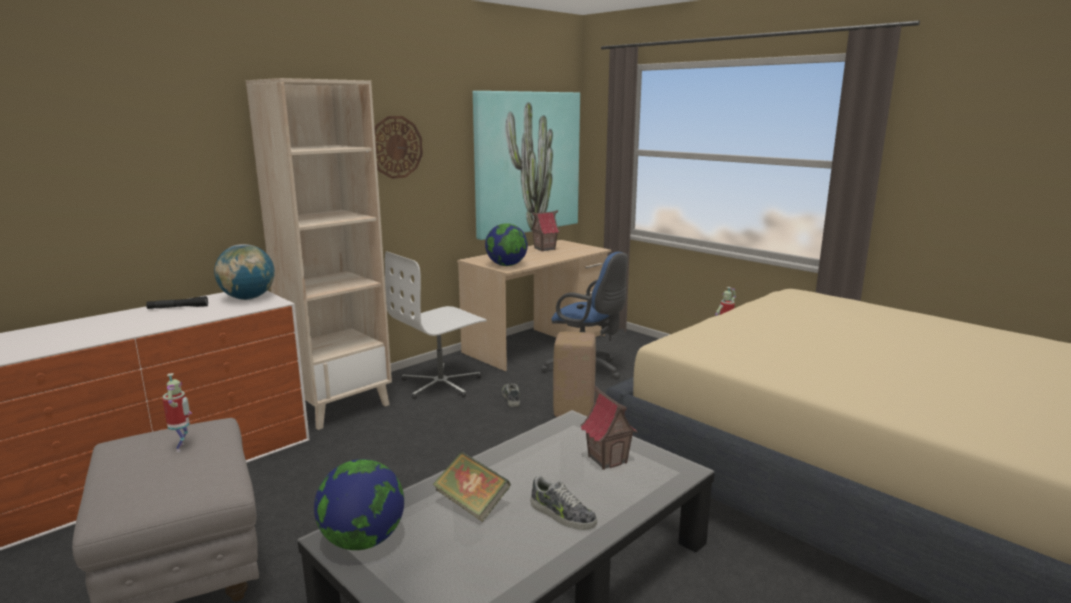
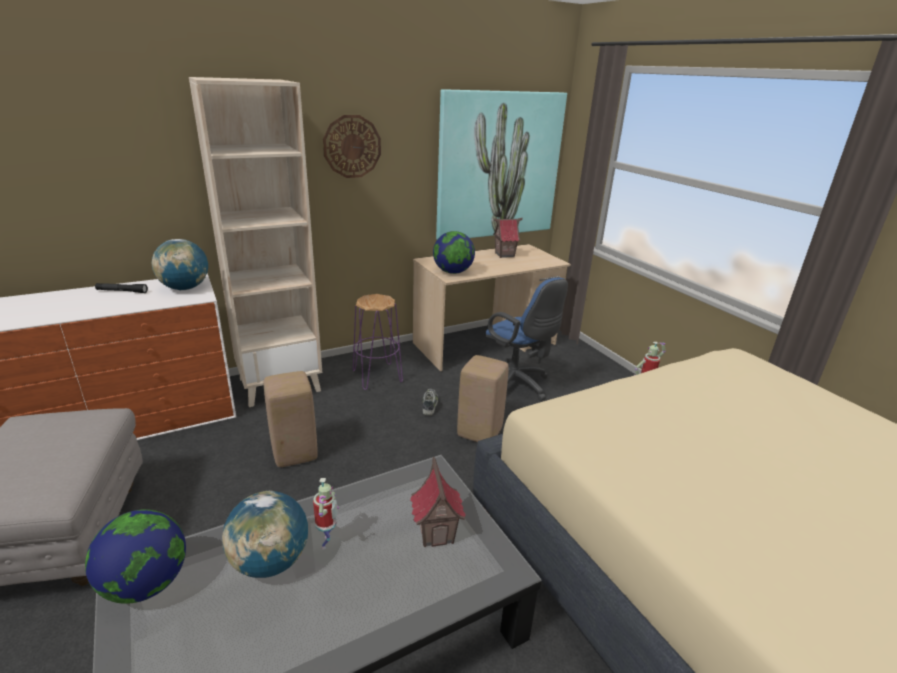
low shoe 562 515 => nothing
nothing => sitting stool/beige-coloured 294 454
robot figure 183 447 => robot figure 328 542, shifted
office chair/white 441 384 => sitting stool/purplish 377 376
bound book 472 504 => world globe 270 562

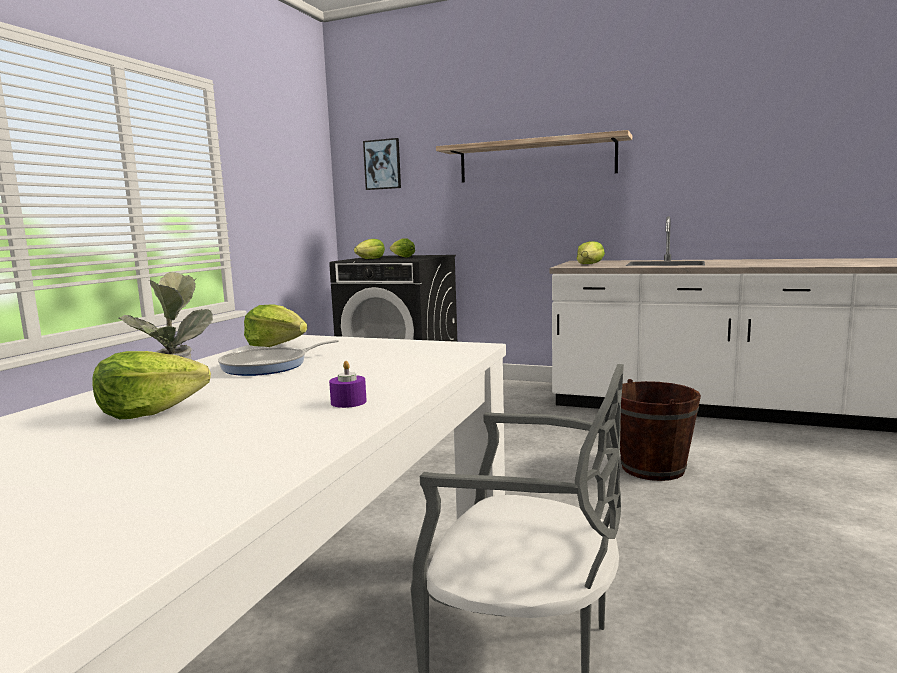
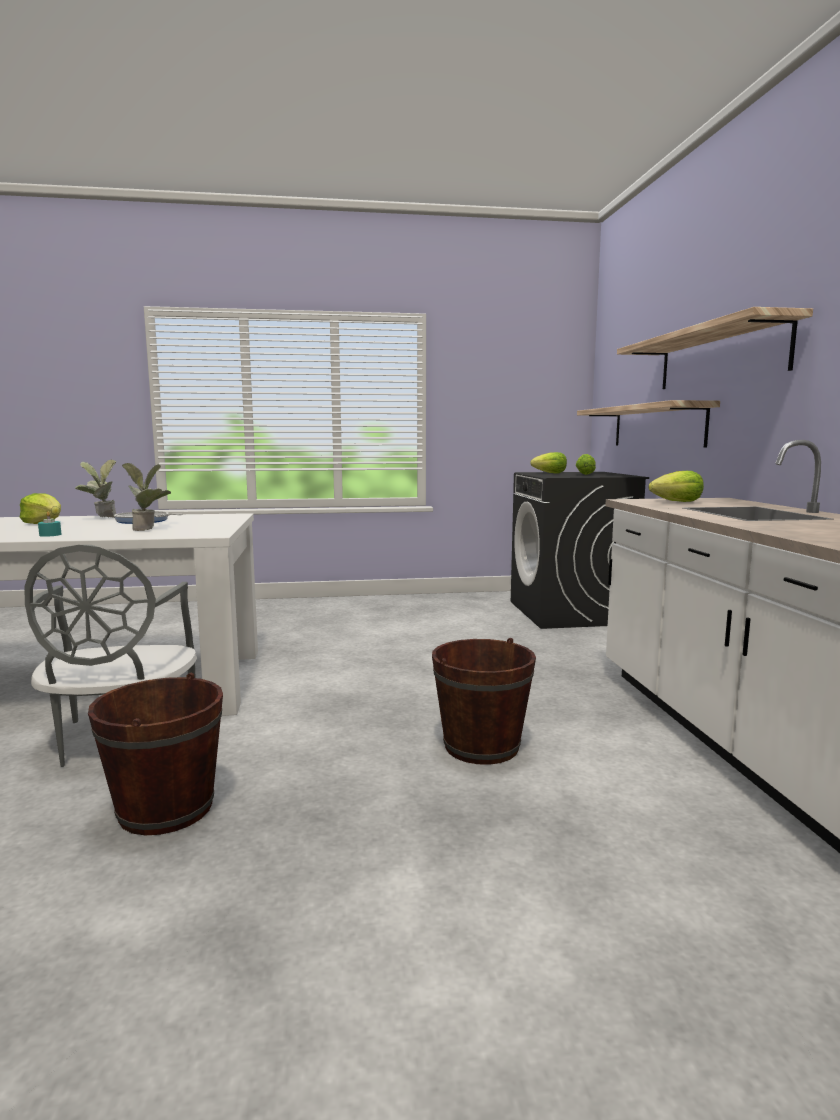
head of lettuce 276 345 => nothing
wall picture 382 164 => nothing
nothing => water bucket/brown-coloured 166 809
nothing => plant in a pot 148 529
nothing => wall shelf 657 426
wax candle/purplish 348 402 => wax candle/blue-green 50 535

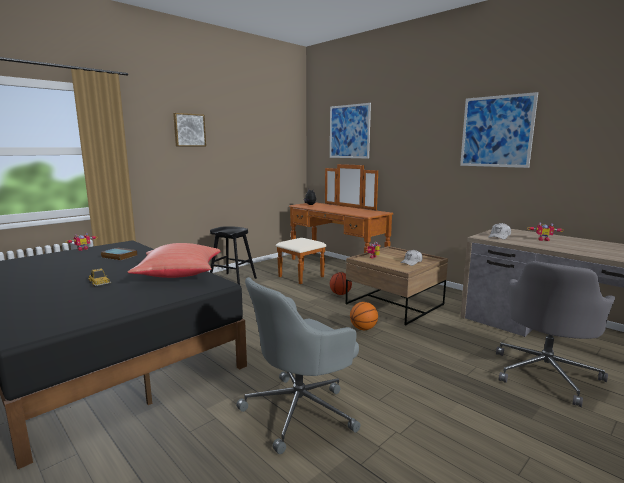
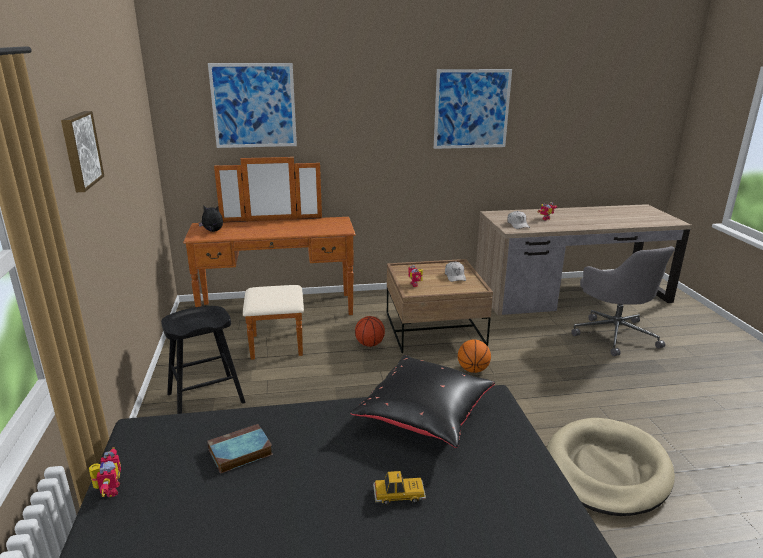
office chair/gray 301 410 => dog bed/beige-coloured 606 470
pillow/red 178 275 => pillow/blackish 425 417

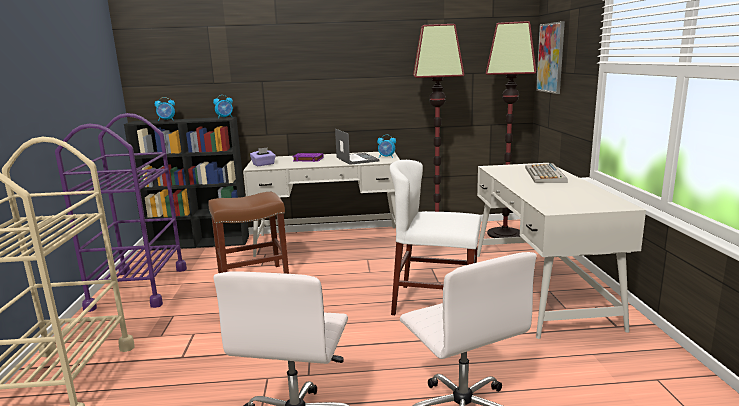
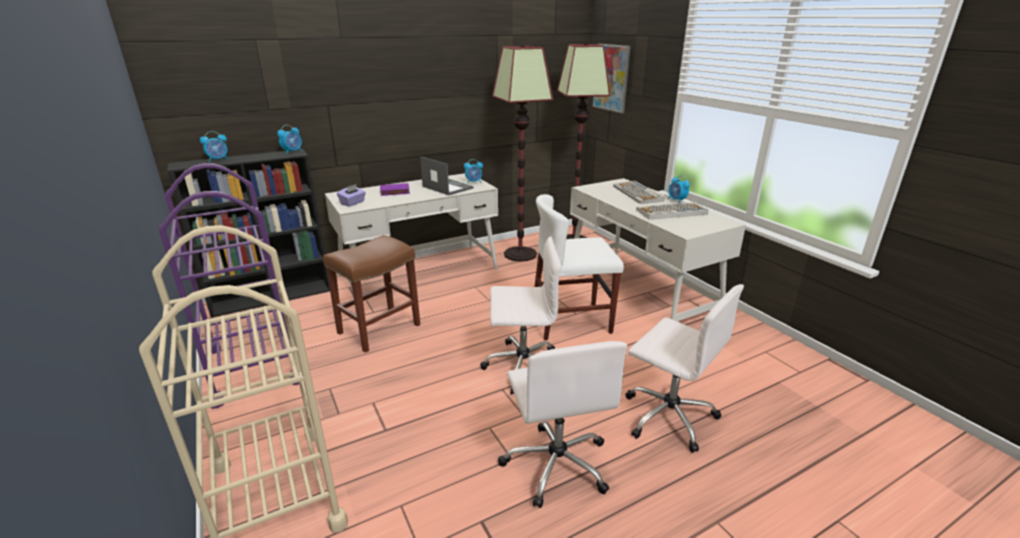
nothing => office chair/white 521 366
nothing => keyboard 671 212
nothing => bedside clock 676 200

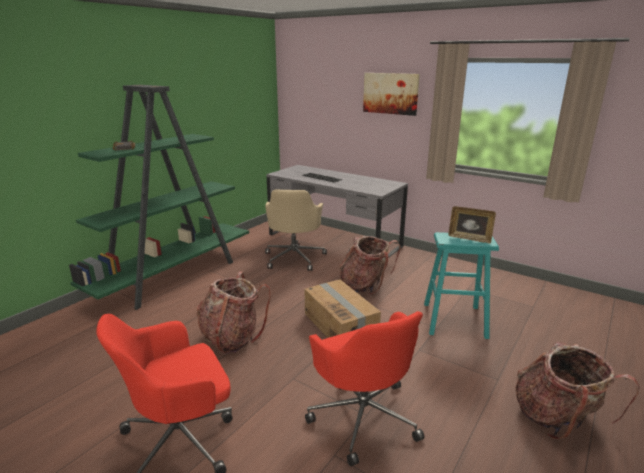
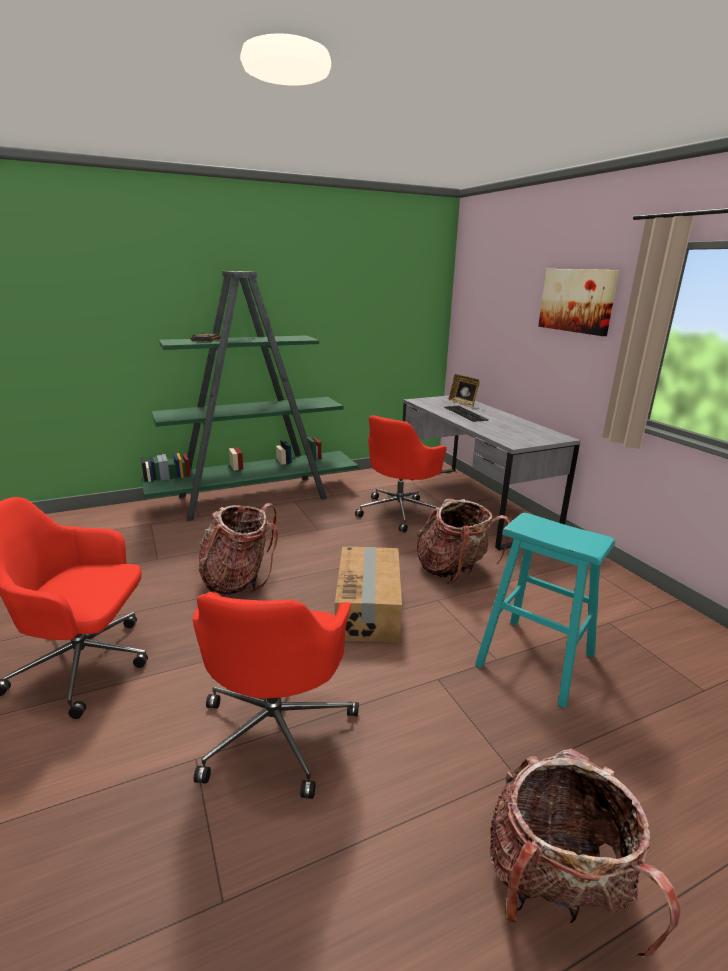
photo frame 469 238 => photo frame 463 404, shifted
office chair/beige-coloured 294 258 => office chair/red 400 512

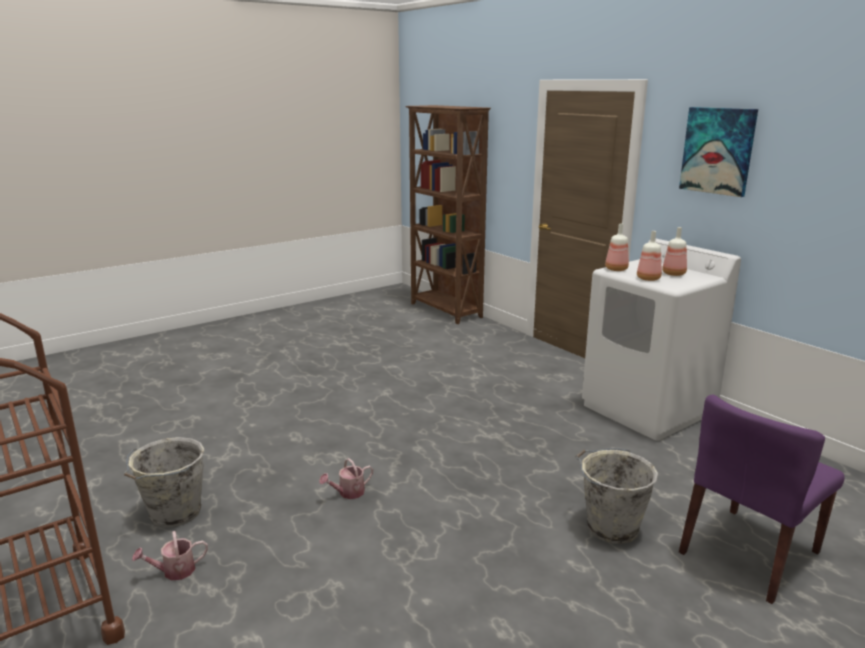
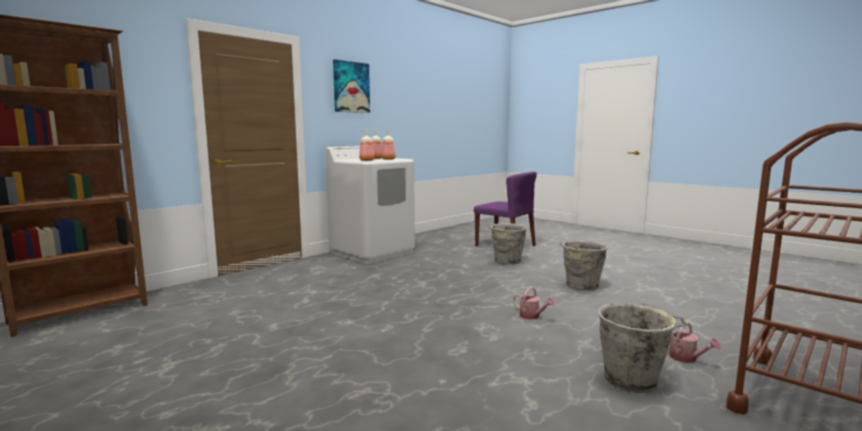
nothing => water bucket/gray 581 286

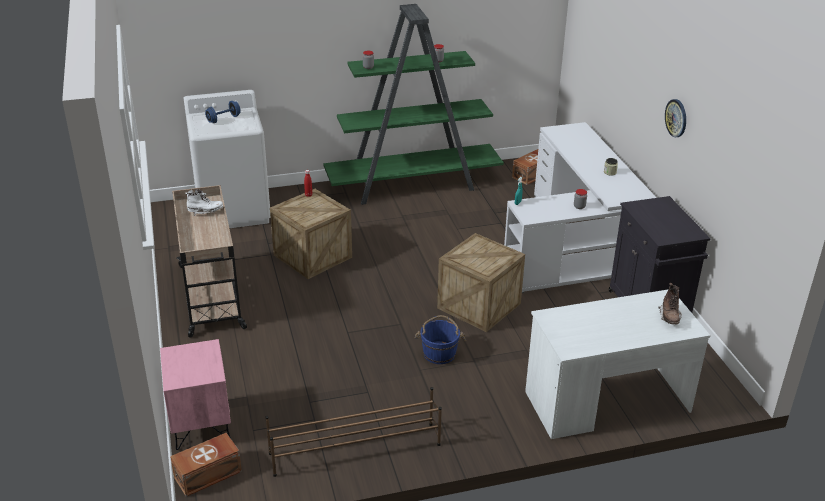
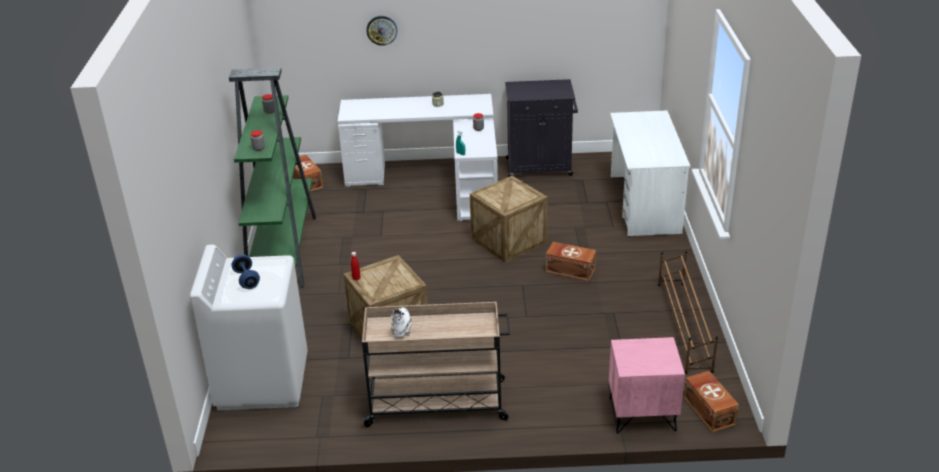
high-top boot/brown-coloured 669 317 => nothing
hanging clock 676 118 => hanging clock 382 30, shifted
water bucket/blue 439 353 => storage container/brown-coloured 570 269

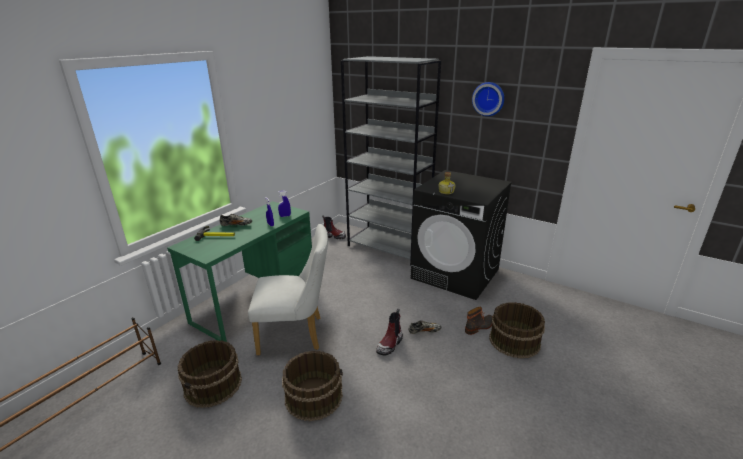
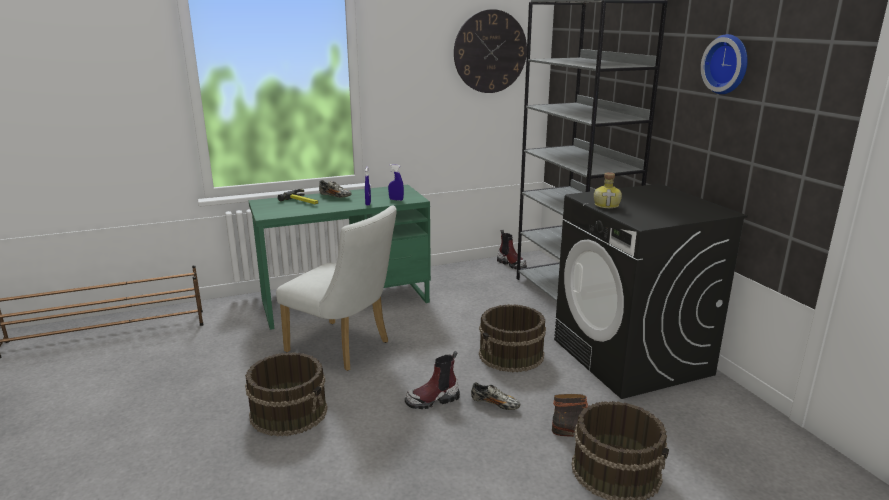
nothing => hanging clock 490 52
water bucket/brown-coloured 213 385 => water bucket/brown-coloured 511 355, shifted

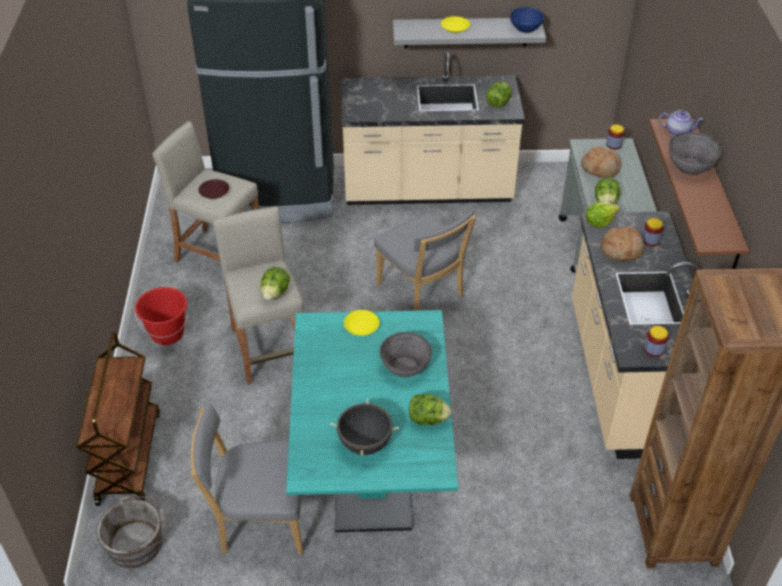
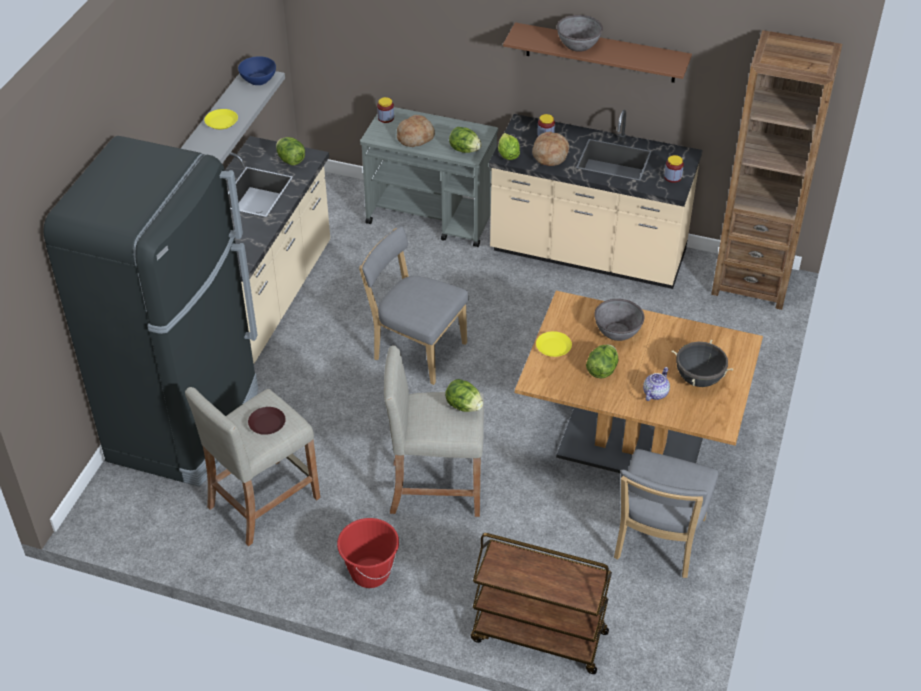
water bucket/gray 138 543 => nothing
head of lettuce 427 419 => head of lettuce 602 370, shifted
tea pot 677 131 => tea pot 655 393, shifted
dinner table/blue-green 372 472 => dinner table/brown-coloured 630 447
plain chair/gray 422 292 => plain chair/gray 416 350, 135 degrees counterclockwise

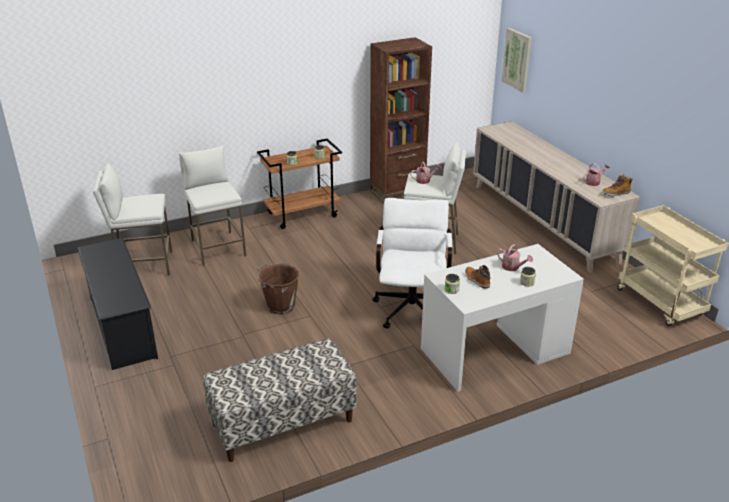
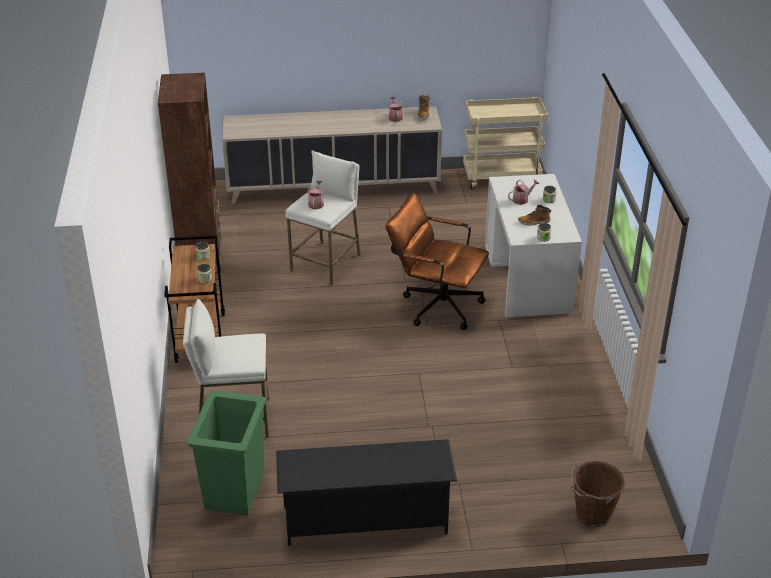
bench 282 423 => nothing
wall picture 517 59 => nothing
water bucket/brown-coloured 280 305 => water bucket/brown-coloured 592 514, shifted
sitting stool/white 143 265 => rubbish bin/greenish 234 491
office chair/white 412 305 => office chair/brown-coloured 435 305

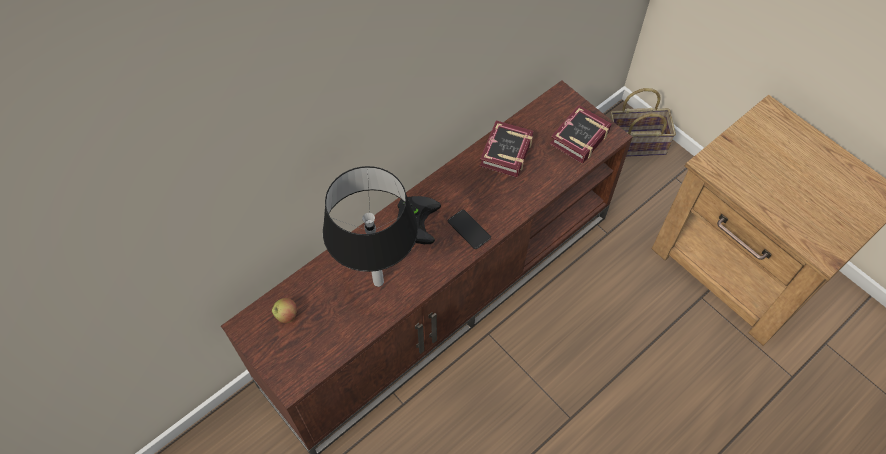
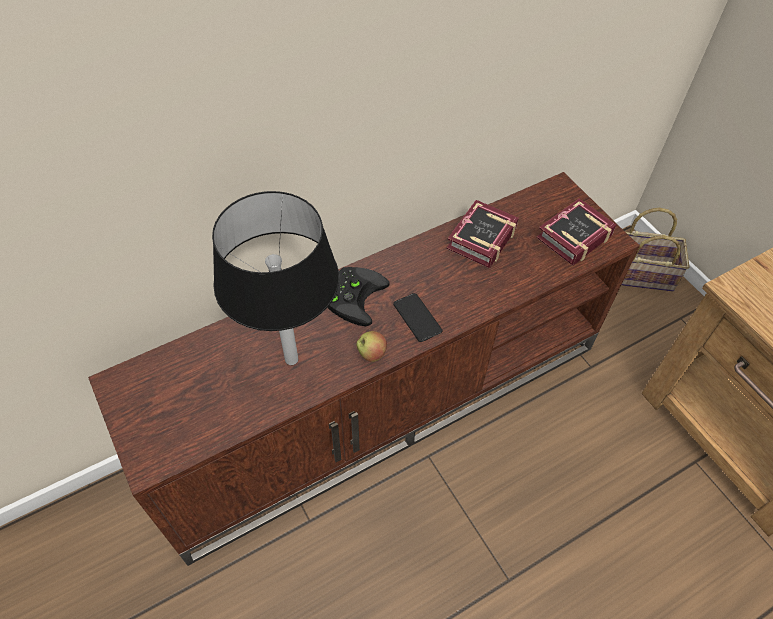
apple fruit 287 315 => apple fruit 371 354, shifted

